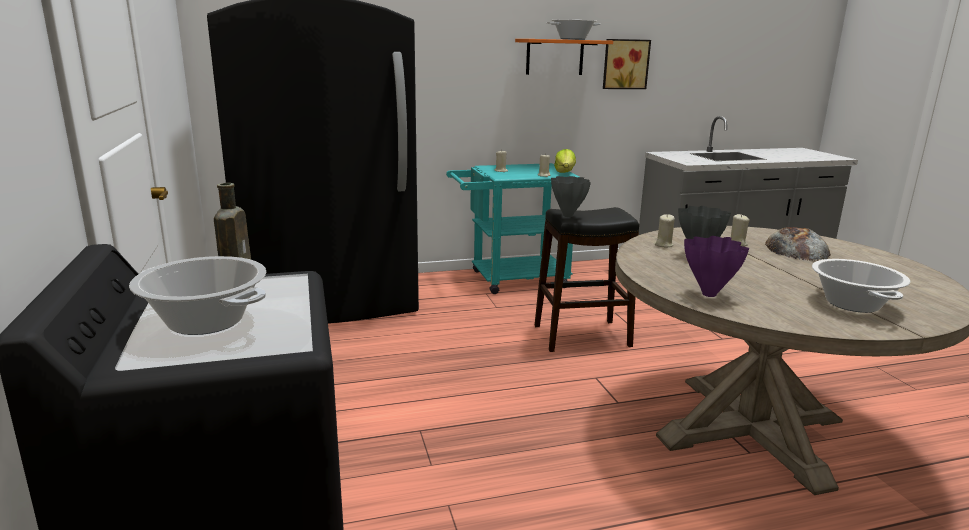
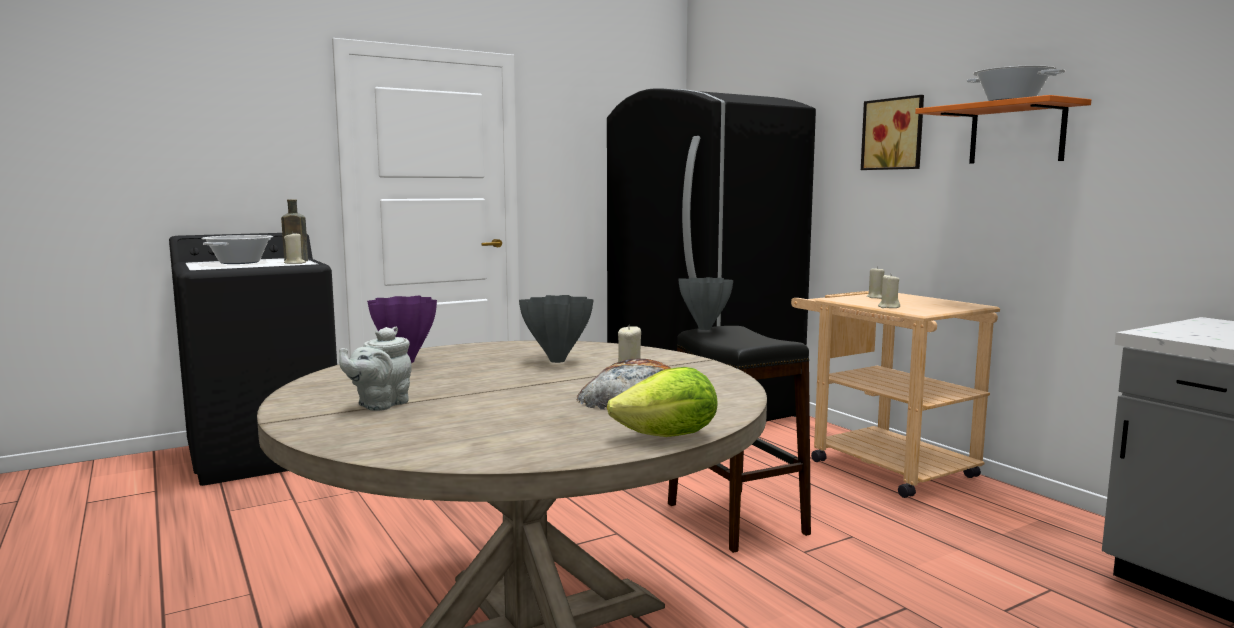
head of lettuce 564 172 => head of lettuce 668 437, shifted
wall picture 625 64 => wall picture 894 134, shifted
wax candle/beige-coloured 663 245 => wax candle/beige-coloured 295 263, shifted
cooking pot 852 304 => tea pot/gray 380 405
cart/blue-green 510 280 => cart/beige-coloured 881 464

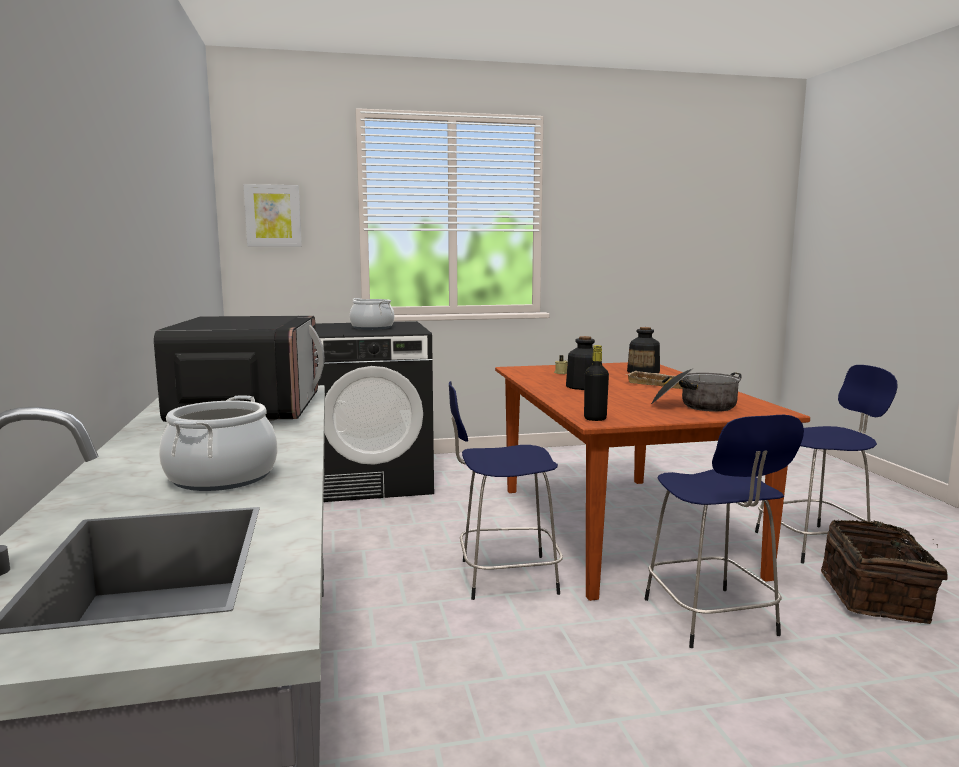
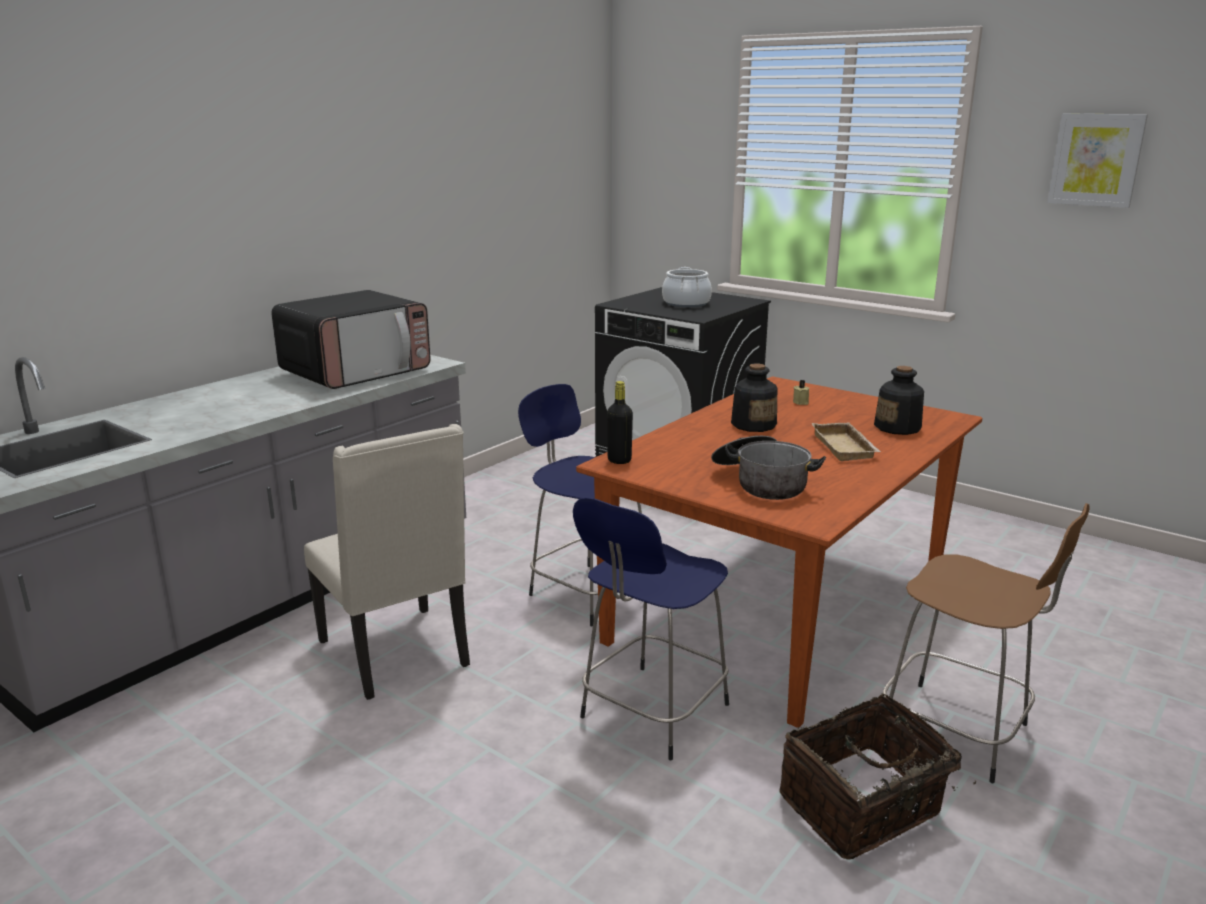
cooking pot 222 477 => nothing
nothing => plain chair/beige-coloured 397 654
wall picture 273 216 => wall picture 1096 160, shifted
sitting stool/blue 814 543 => sitting stool/brown-coloured 959 733

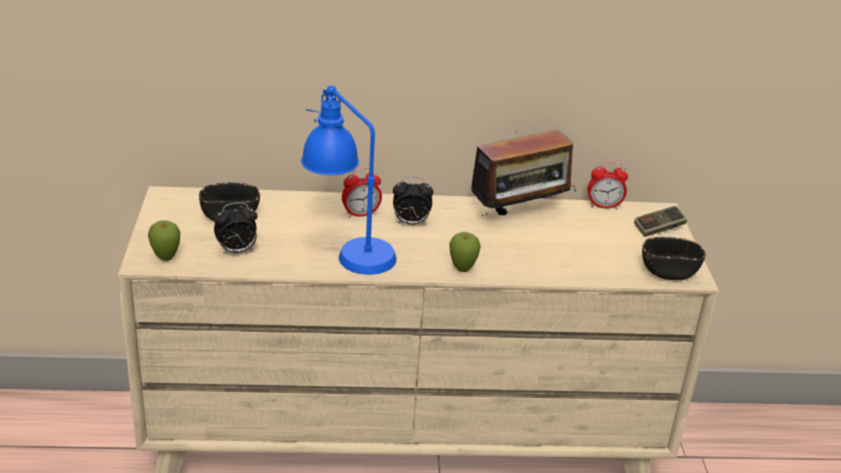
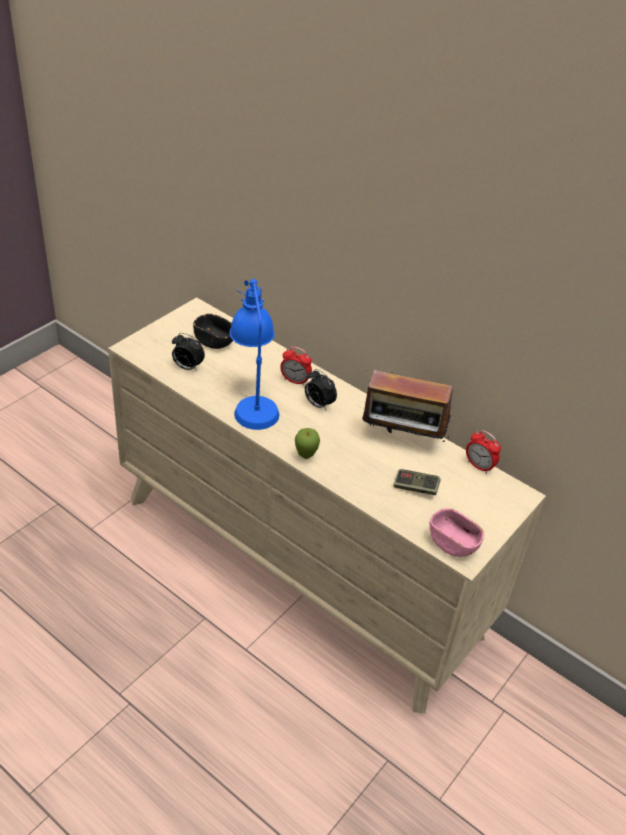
apple fruit 166 258 => nothing
joypad 658 229 => joypad 415 488, shifted
serving bowl/blackish 668 271 => serving bowl/pinkish 452 543

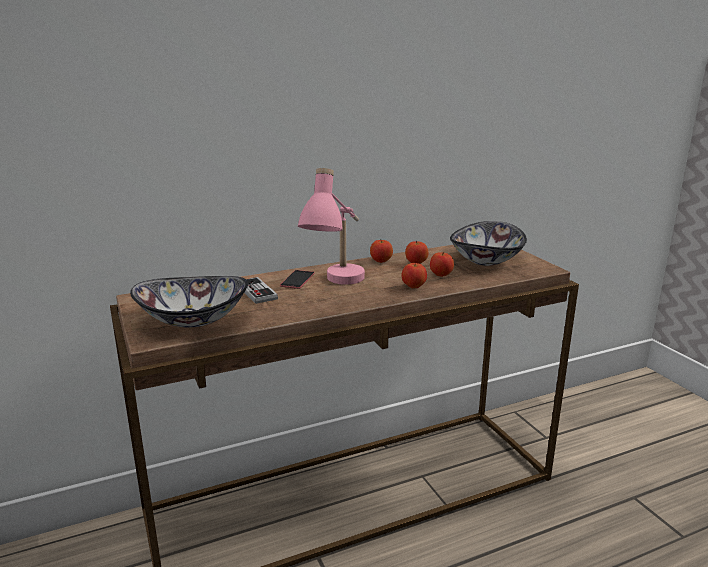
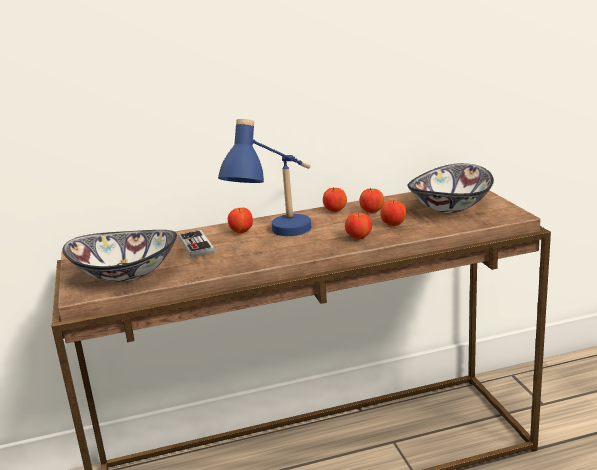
telephone 297 279 => apple fruit 241 232
lamp for a table/pinkish 339 288 => lamp for a table/blue 281 240

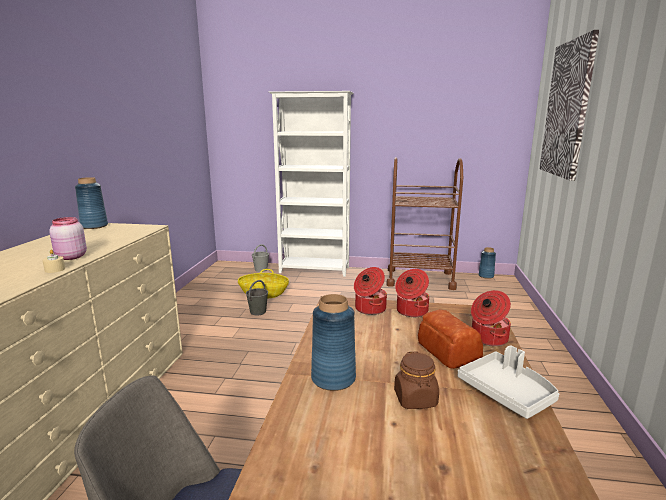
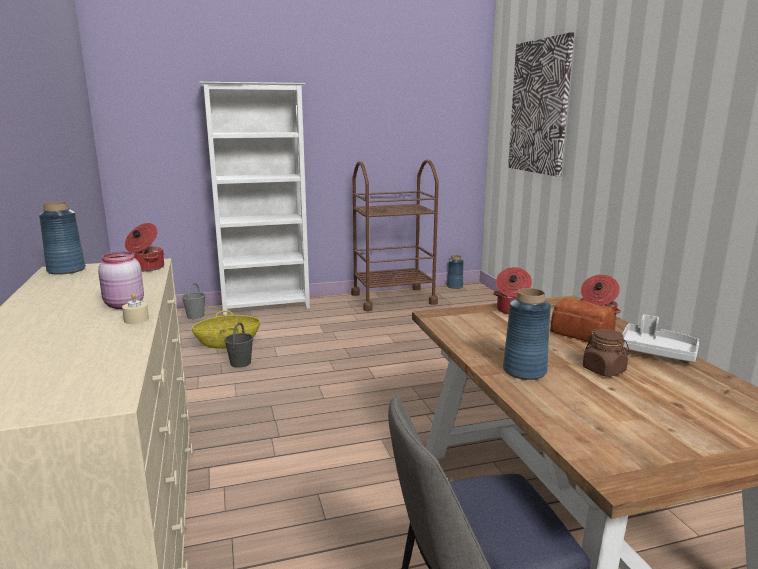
cooking pot 369 309 => cooking pot 146 268, shifted

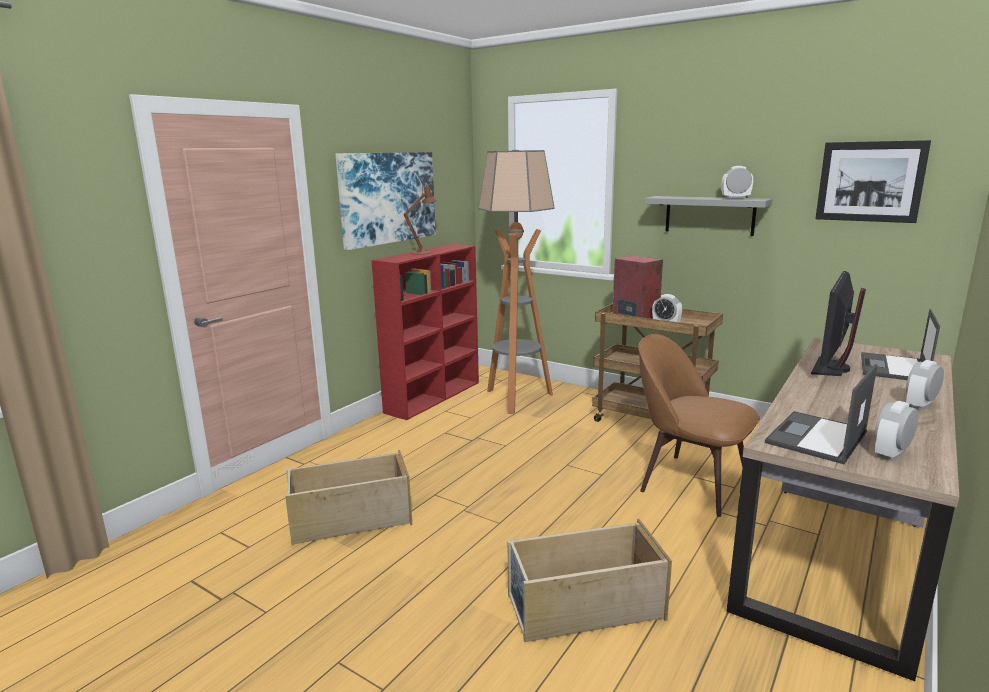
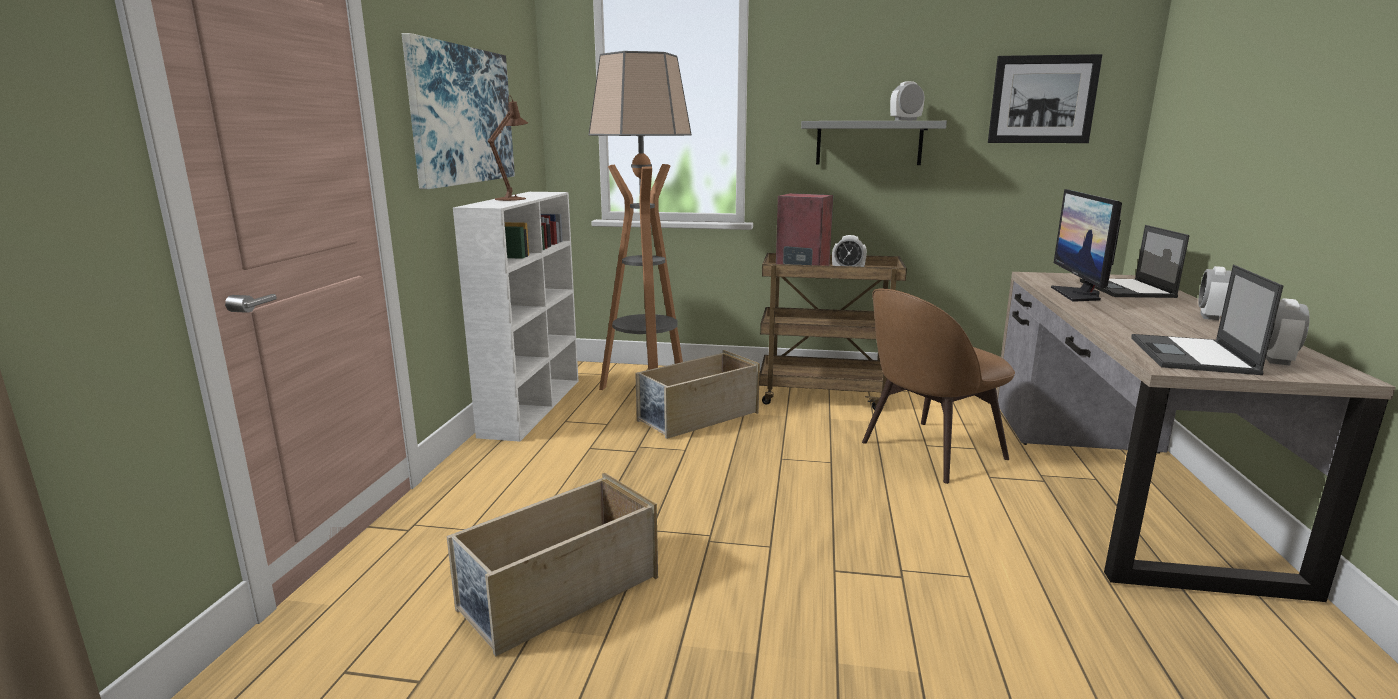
storage container/beige-coloured 583 607 => storage container/beige-coloured 697 417, shifted
shelving unit/red 434 396 => shelving unit/white 532 406
plain chair/brown-coloured 690 482 => plain chair/brown-coloured 929 452, 45 degrees counterclockwise

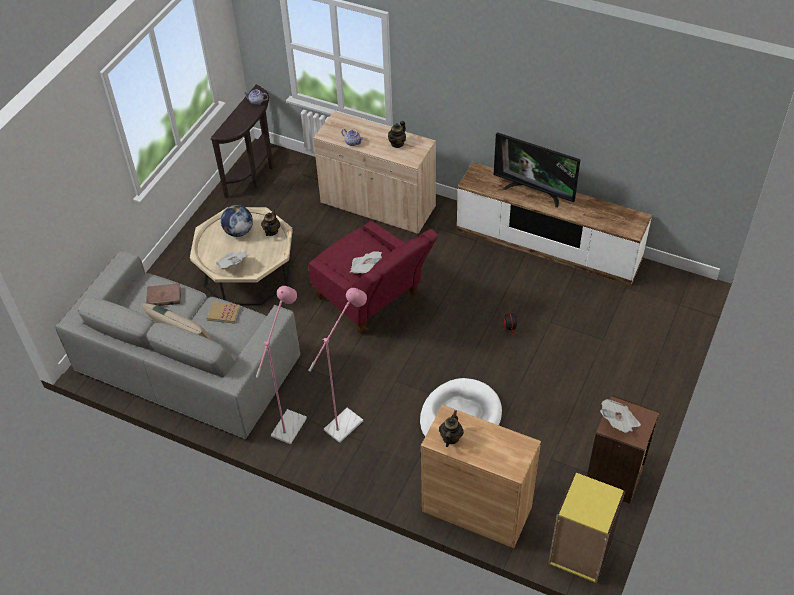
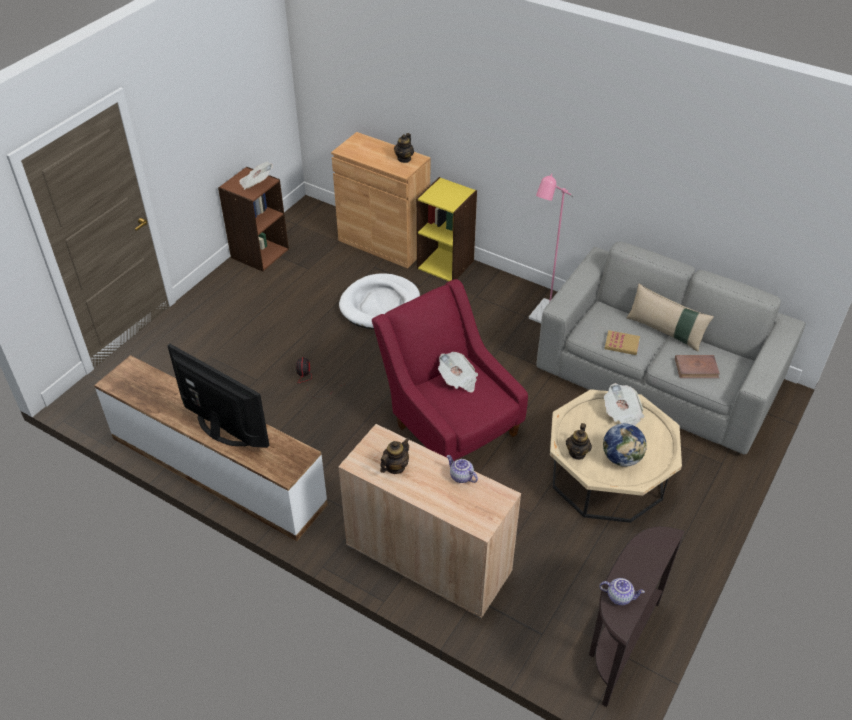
standing lamp/pinkish 348 421 => nothing
shelving unit/yellowish 579 553 => shelving unit/yellowish 446 264, shifted

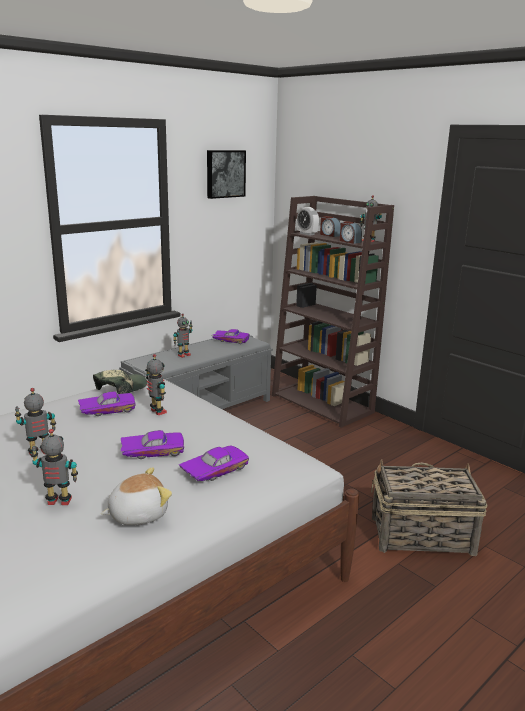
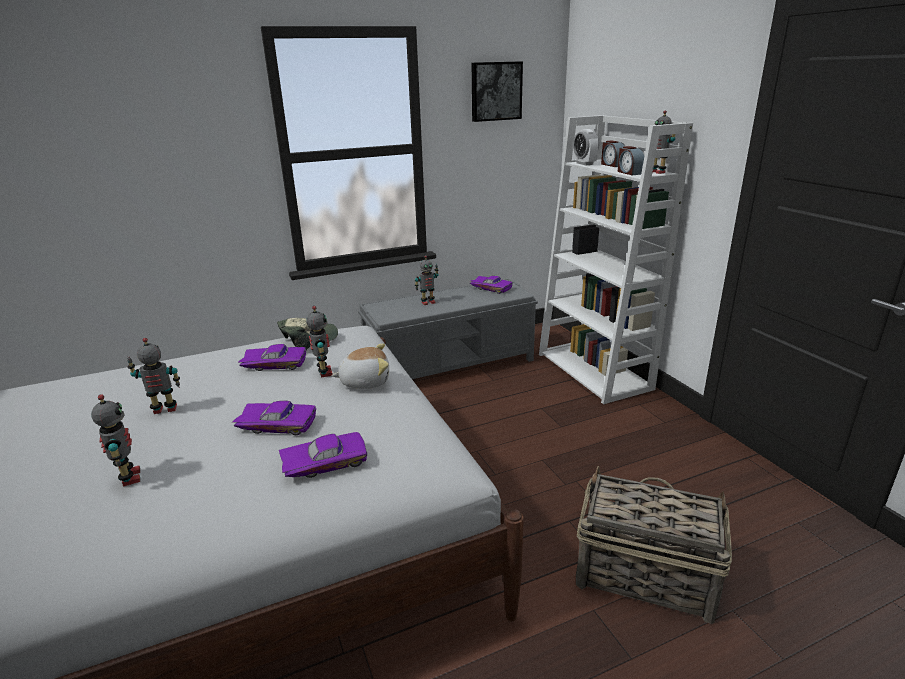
plush toy 137 514 => plush toy 365 381, shifted
shelving unit/brown-coloured 323 404 => shelving unit/white 595 371
robot figure 59 502 => robot figure 129 478, 45 degrees clockwise

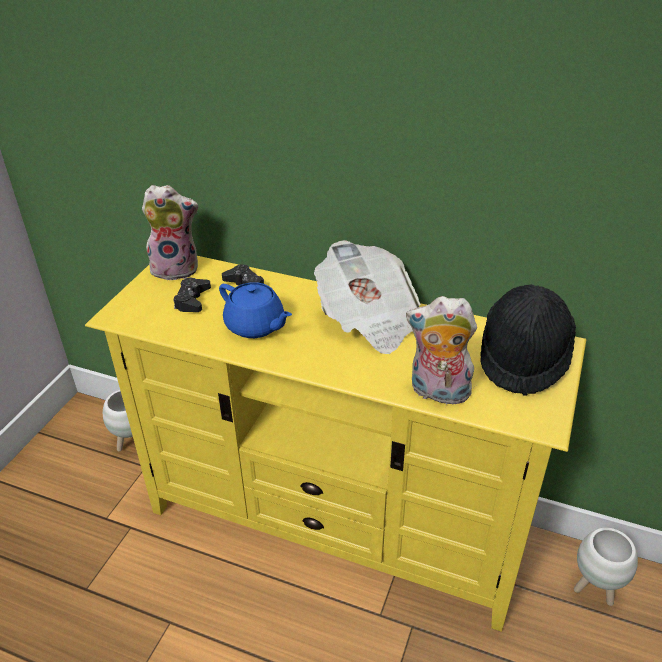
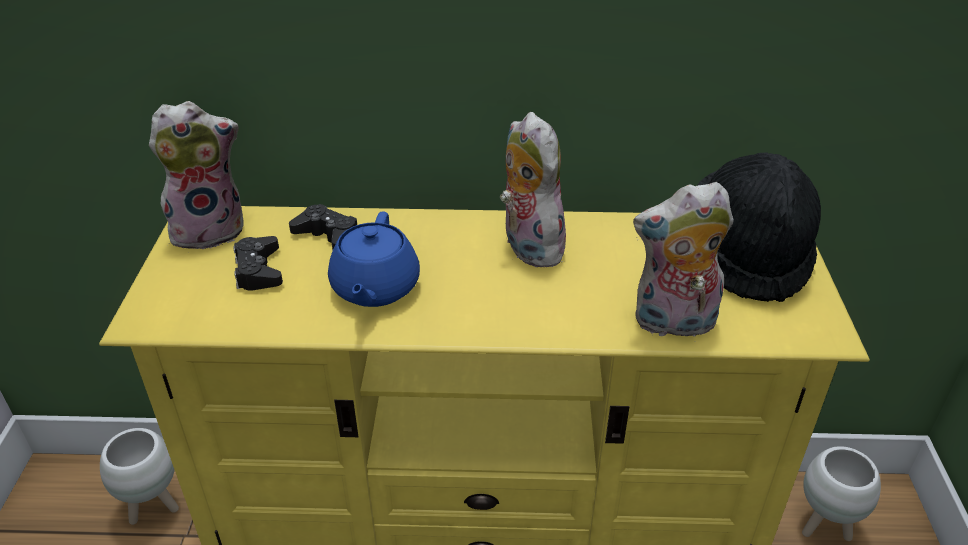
newspaper 369 320 => plush toy 527 246
tea pot/blue 255 326 => tea pot/blue 374 288, 75 degrees clockwise

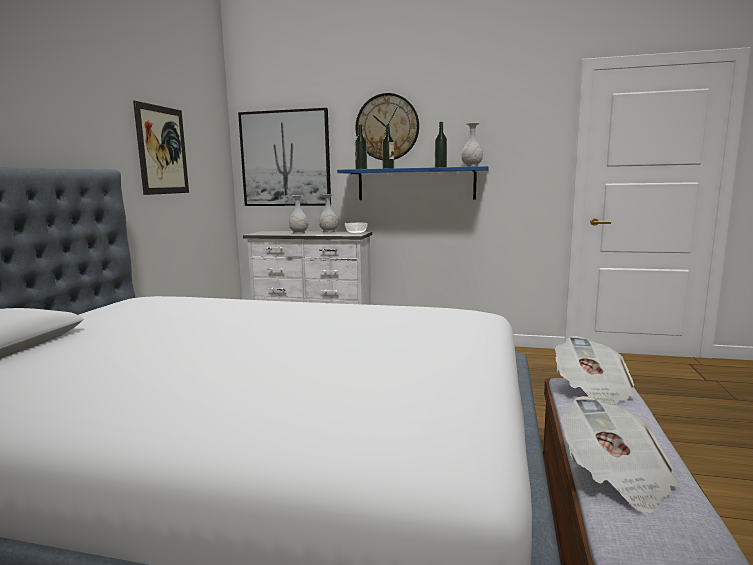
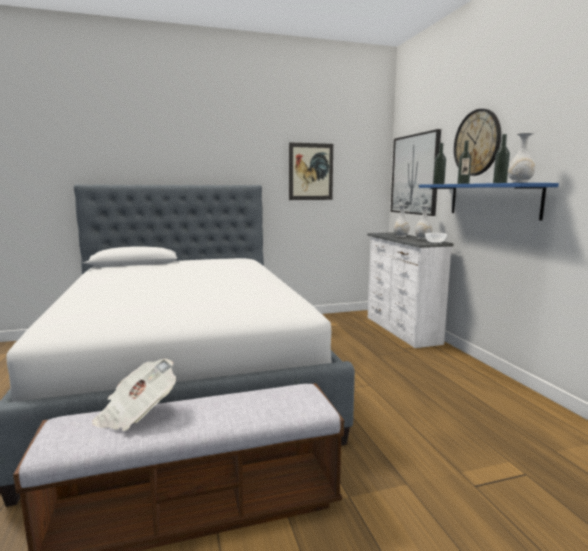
newspaper 592 390 => nothing

